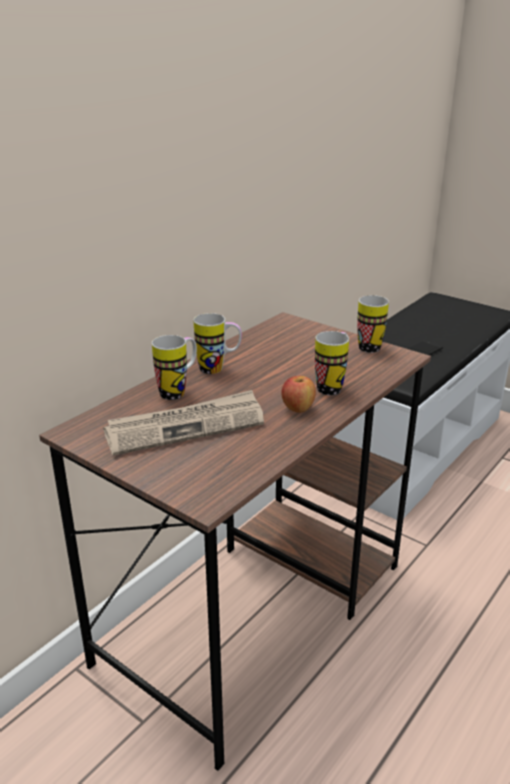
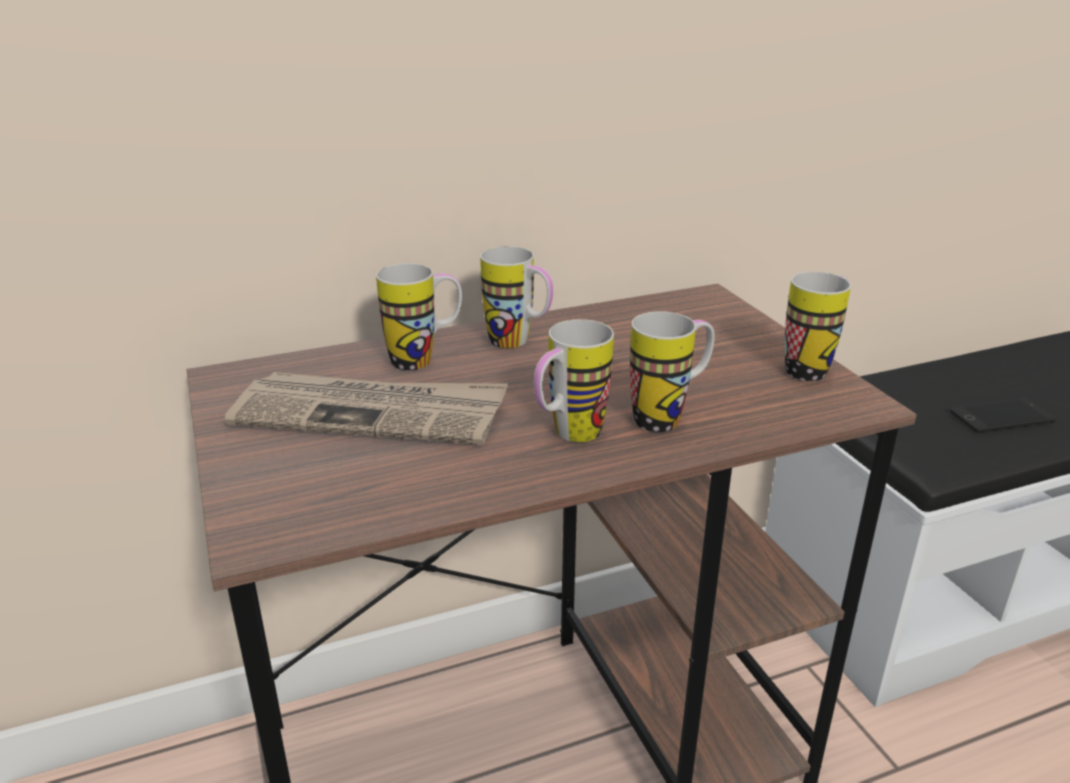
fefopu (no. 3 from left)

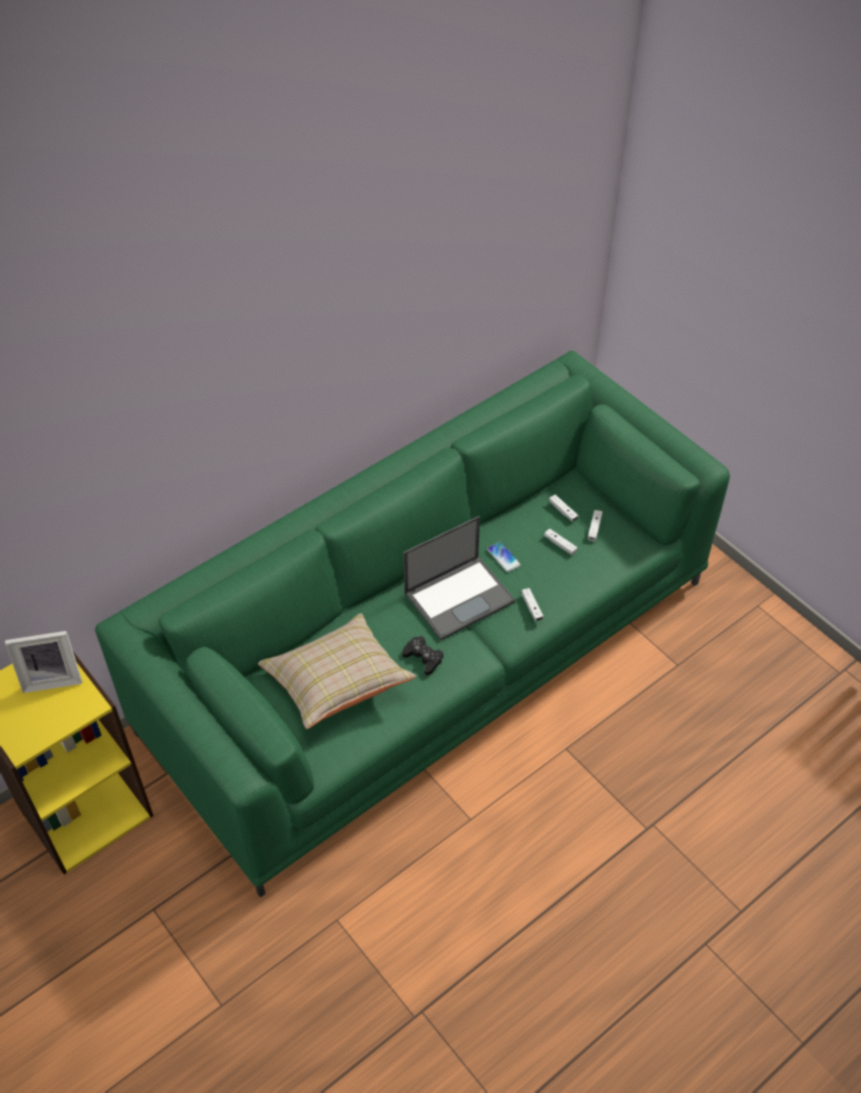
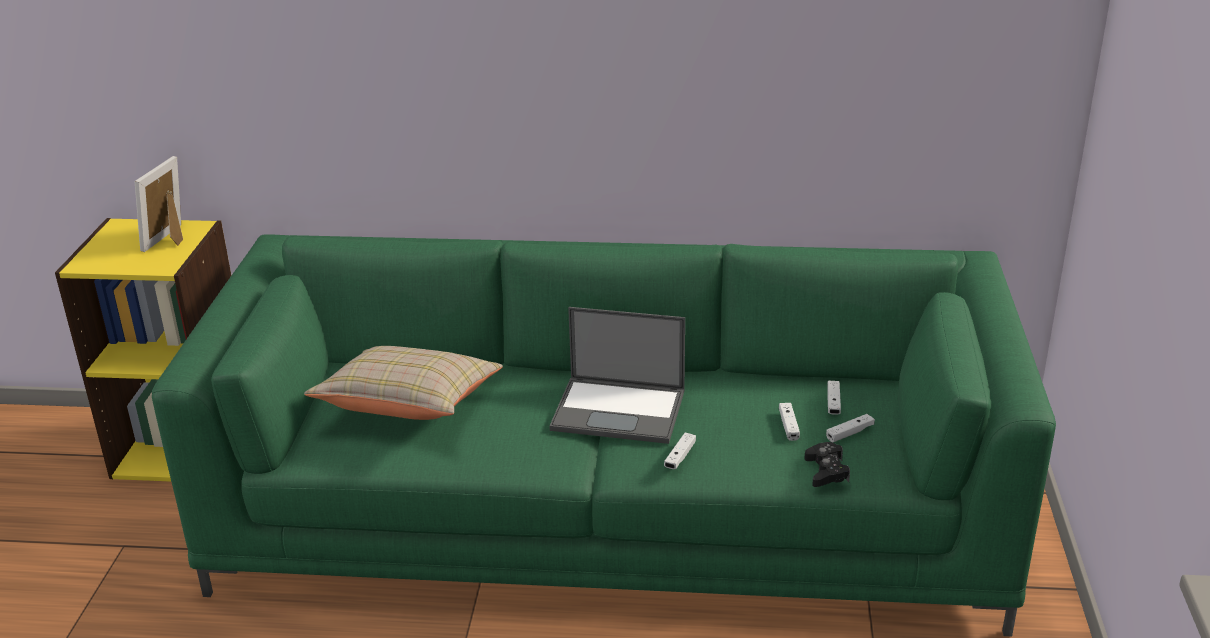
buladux; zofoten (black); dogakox

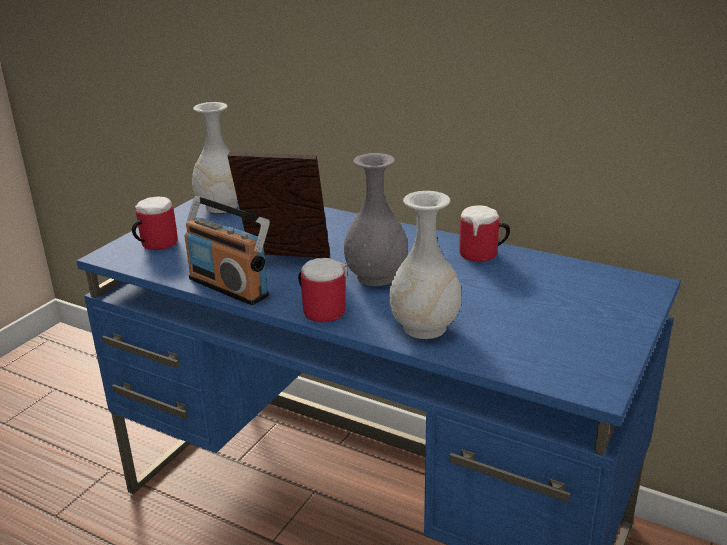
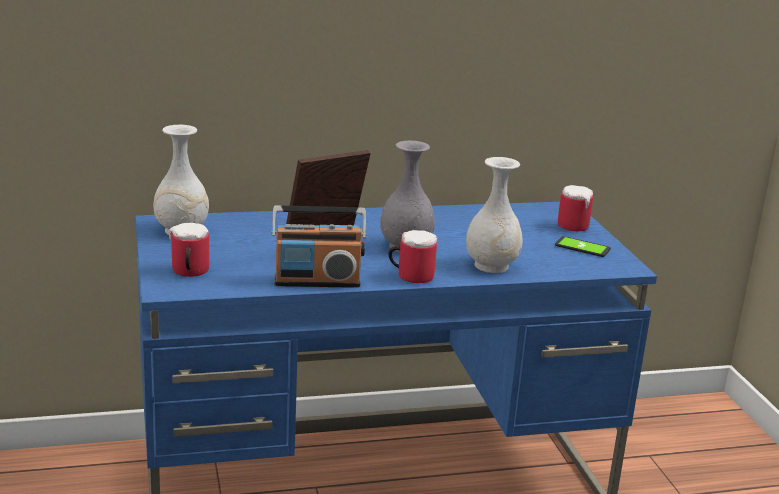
buladux; fefopu (no. 3 from left)

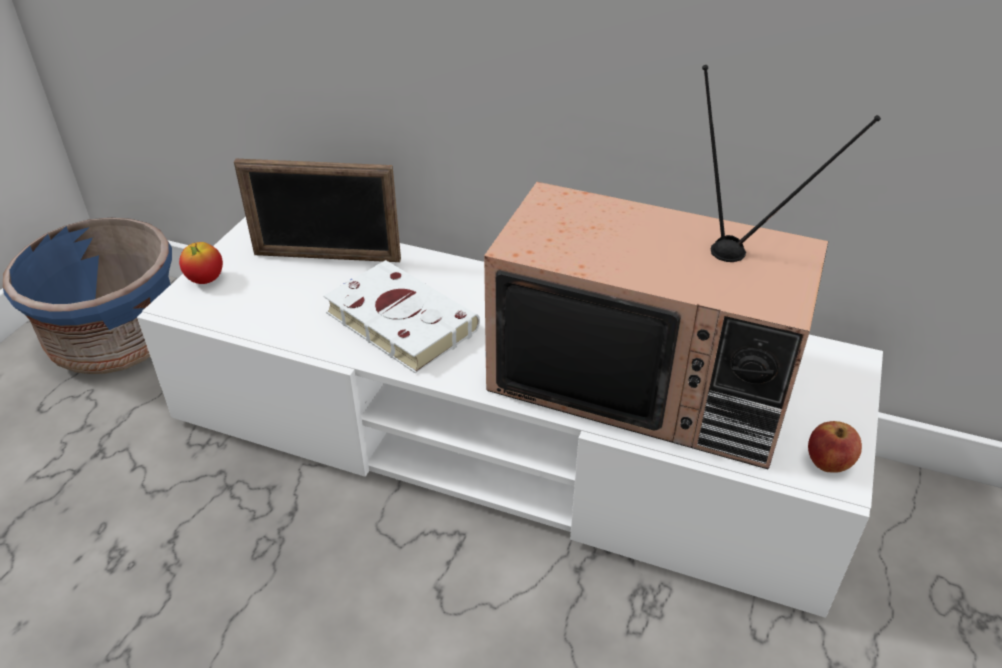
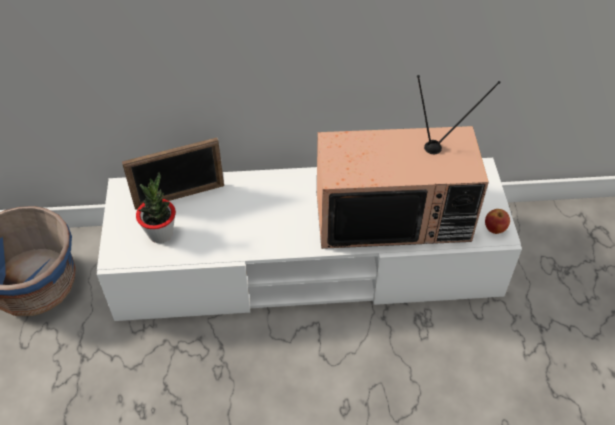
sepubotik (no. 1 from left in the first image); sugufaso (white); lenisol

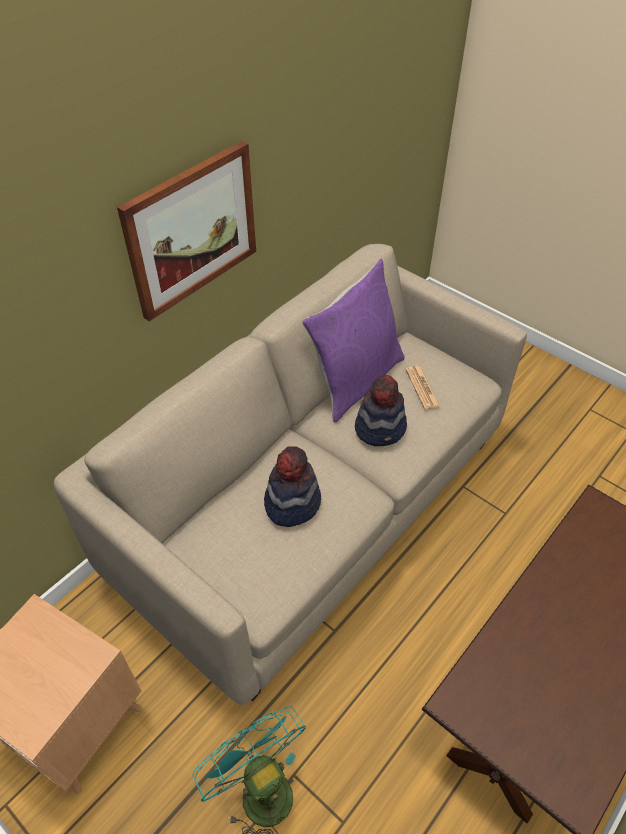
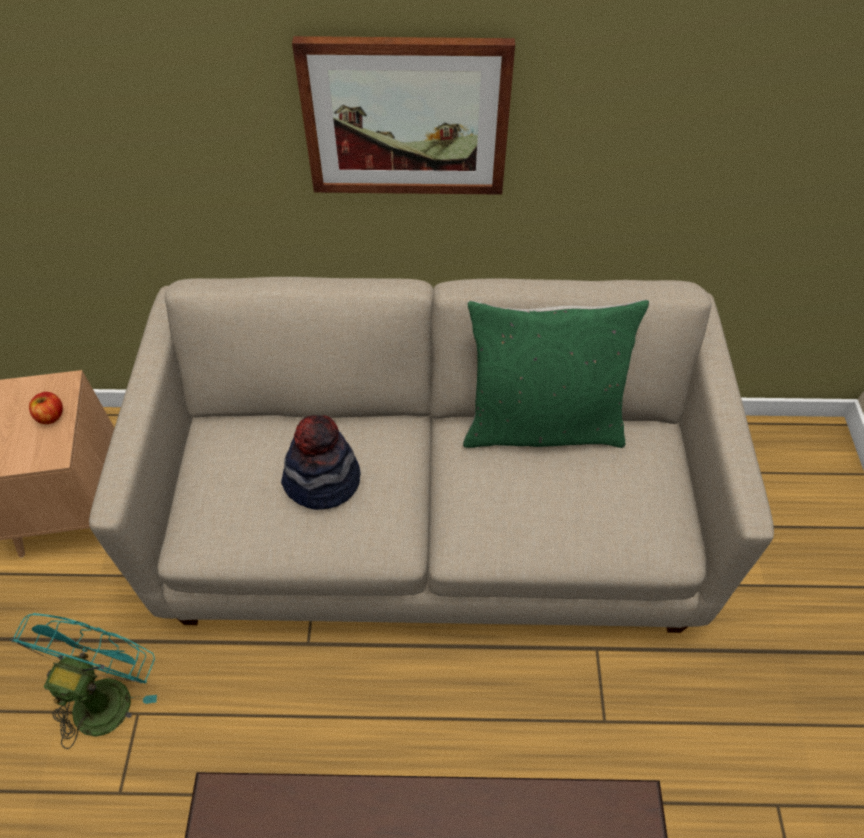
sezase (no. 2 from left in the first image); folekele; sepubotik; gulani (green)

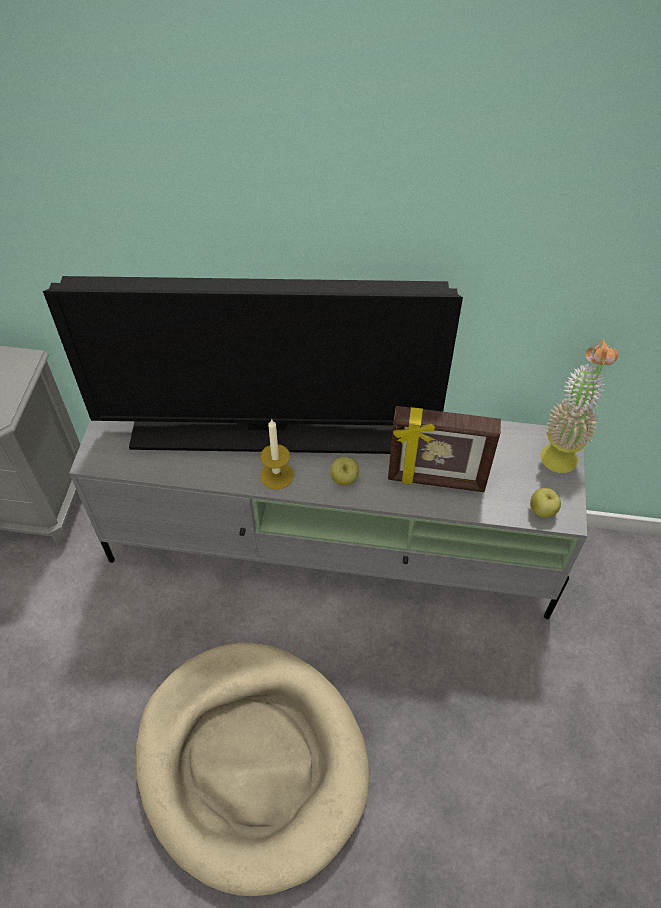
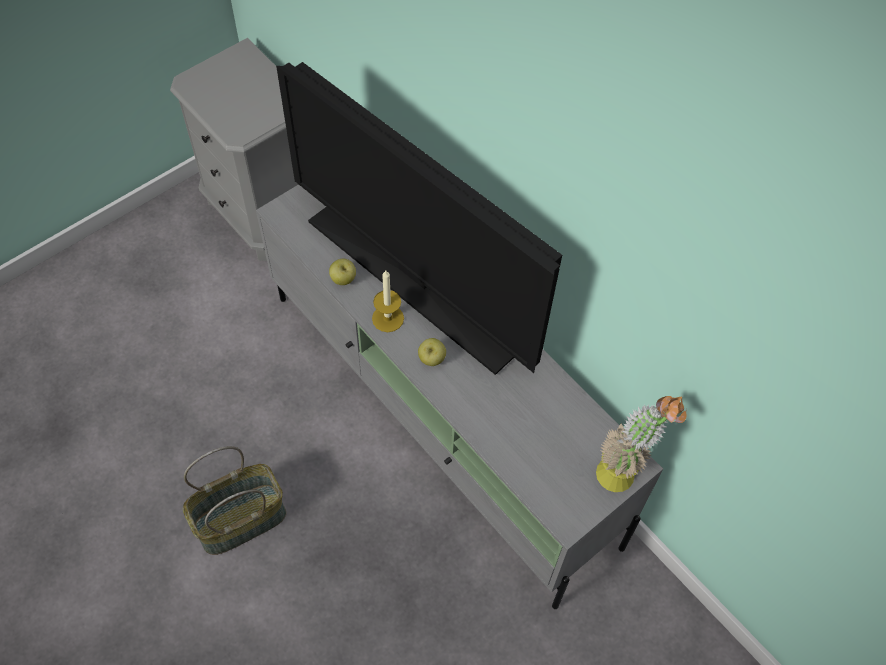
dogakox; sepubotik (no. 1 from left); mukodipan

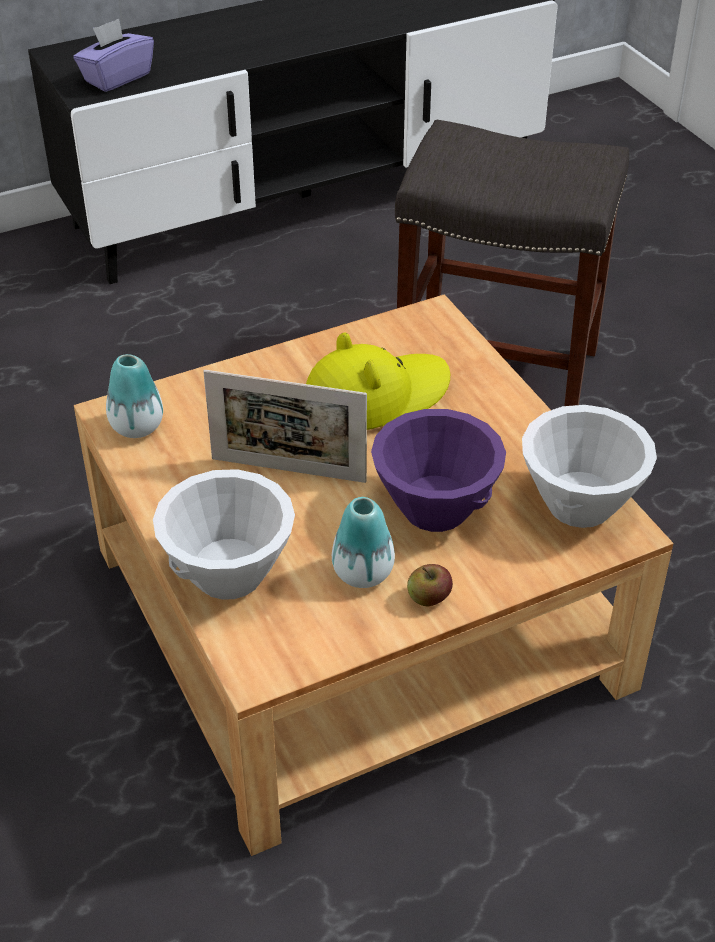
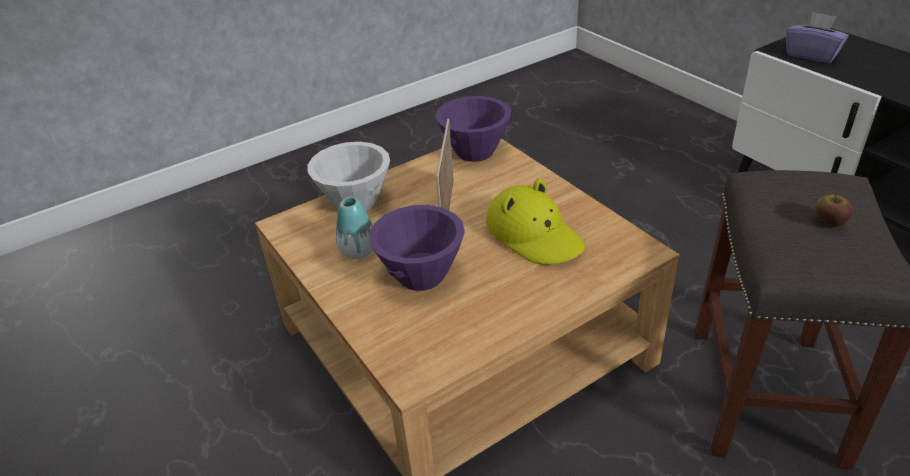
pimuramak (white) (no. 2 from left in the first image); sepubotik; pimuramak (purple) (no. 2 from left)

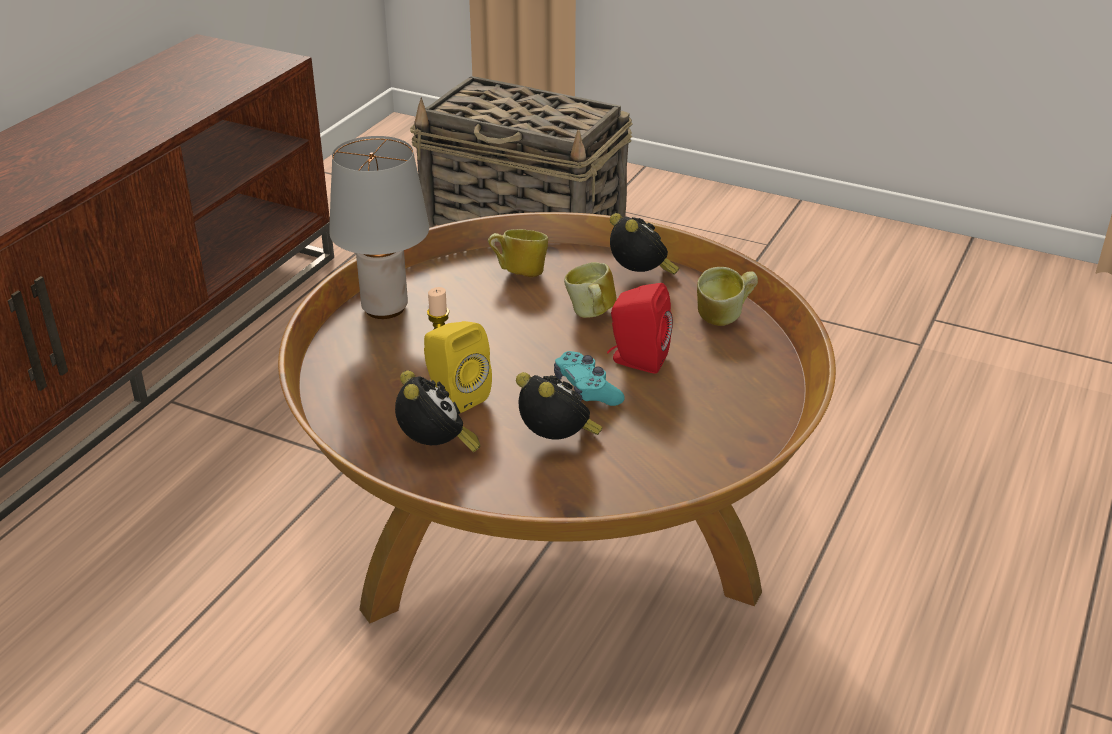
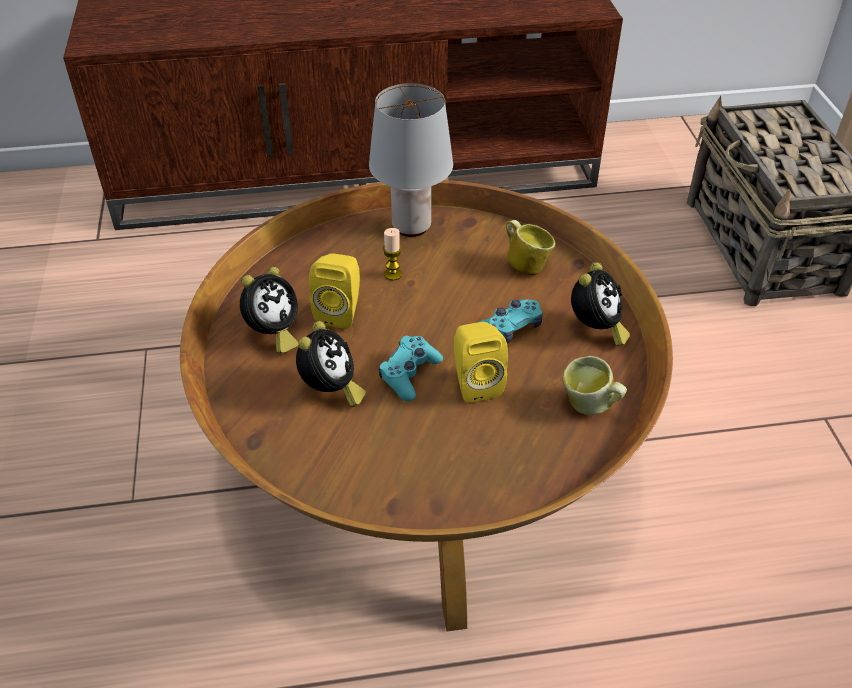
zofoten (turquoise) (no. 2 from left); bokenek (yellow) (no. 2 from left)

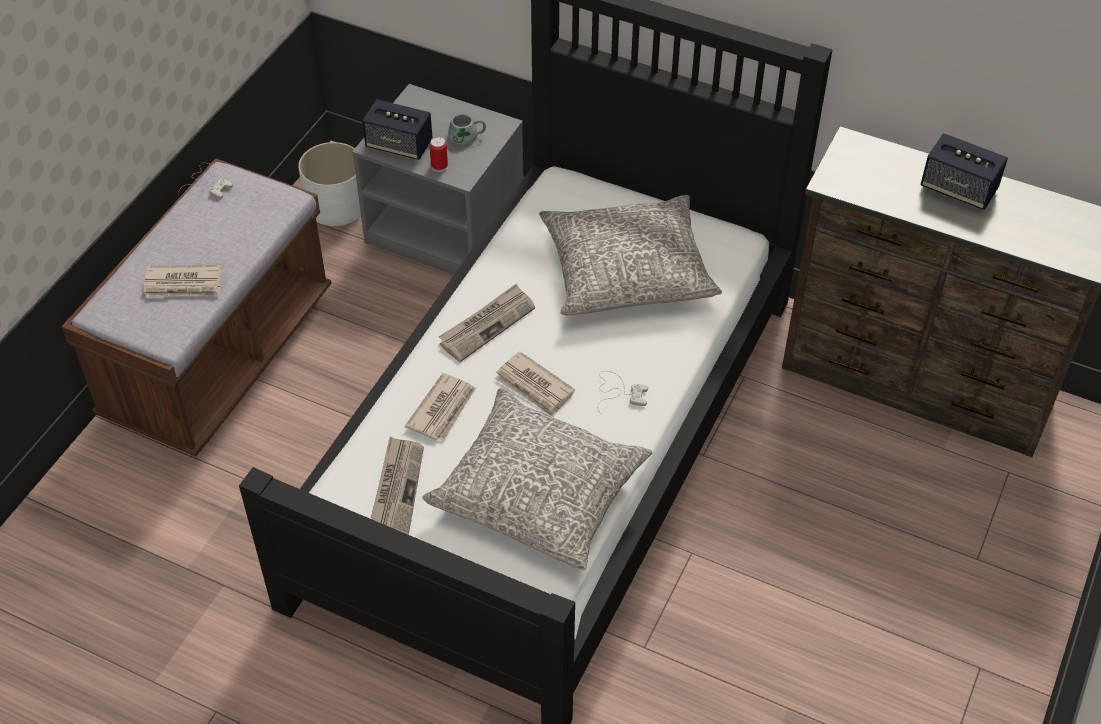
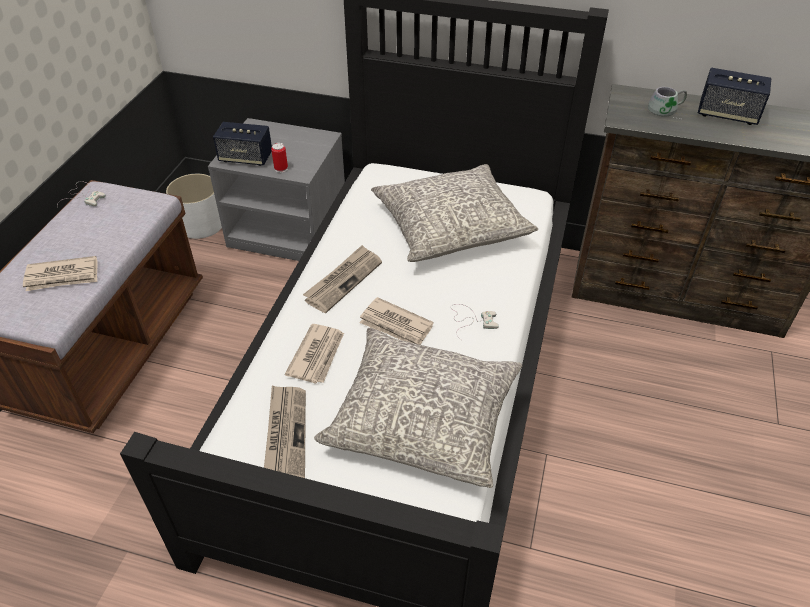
fefopu (grey)

